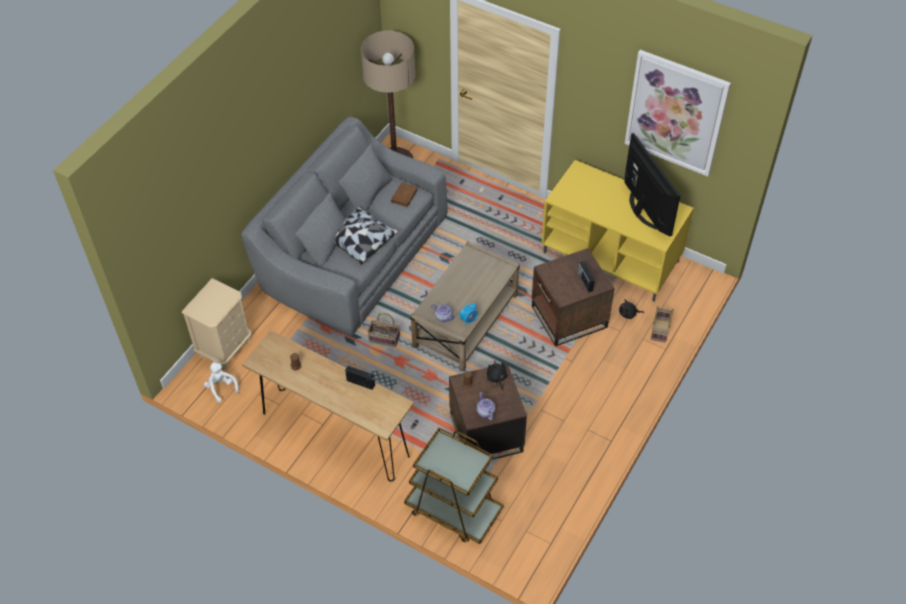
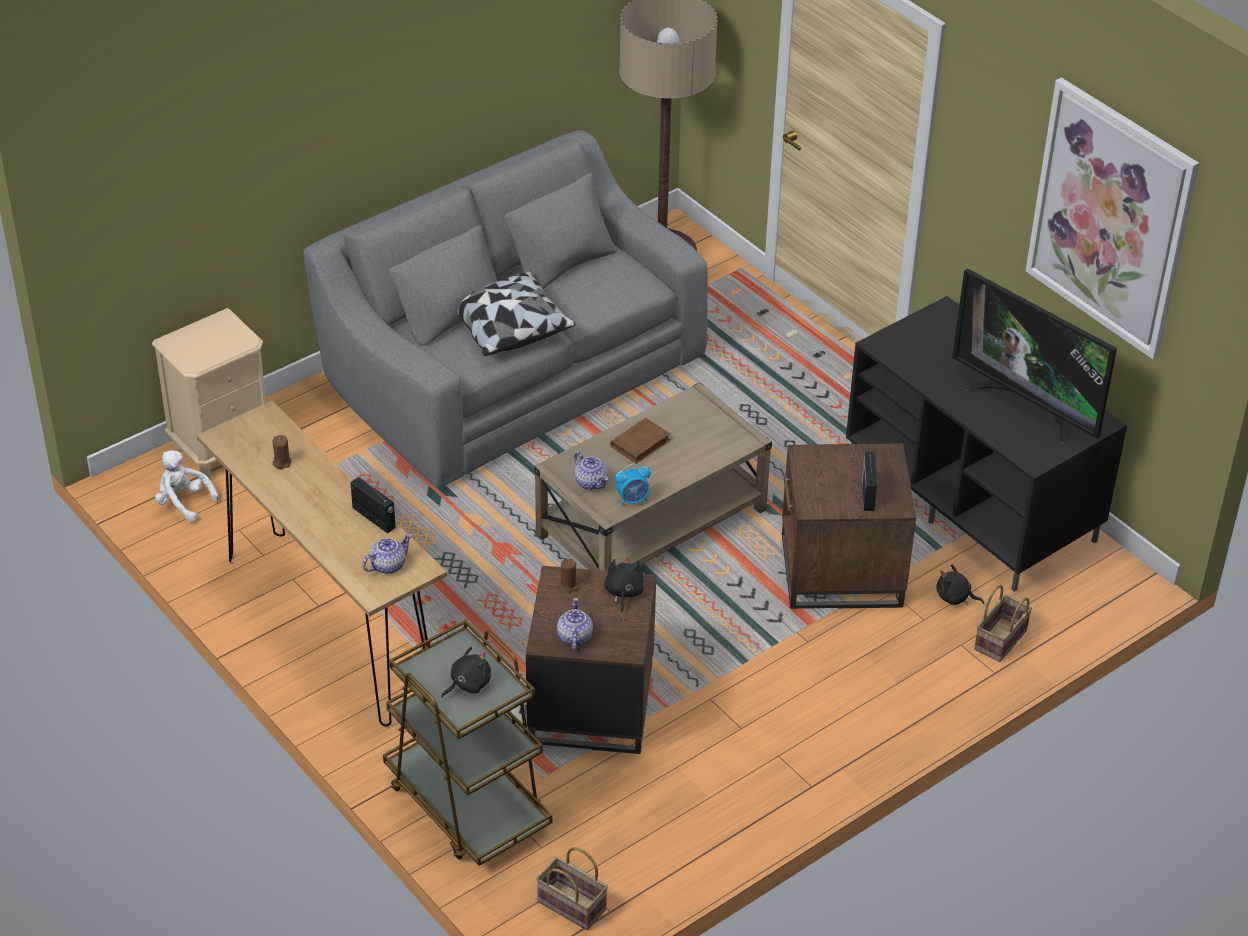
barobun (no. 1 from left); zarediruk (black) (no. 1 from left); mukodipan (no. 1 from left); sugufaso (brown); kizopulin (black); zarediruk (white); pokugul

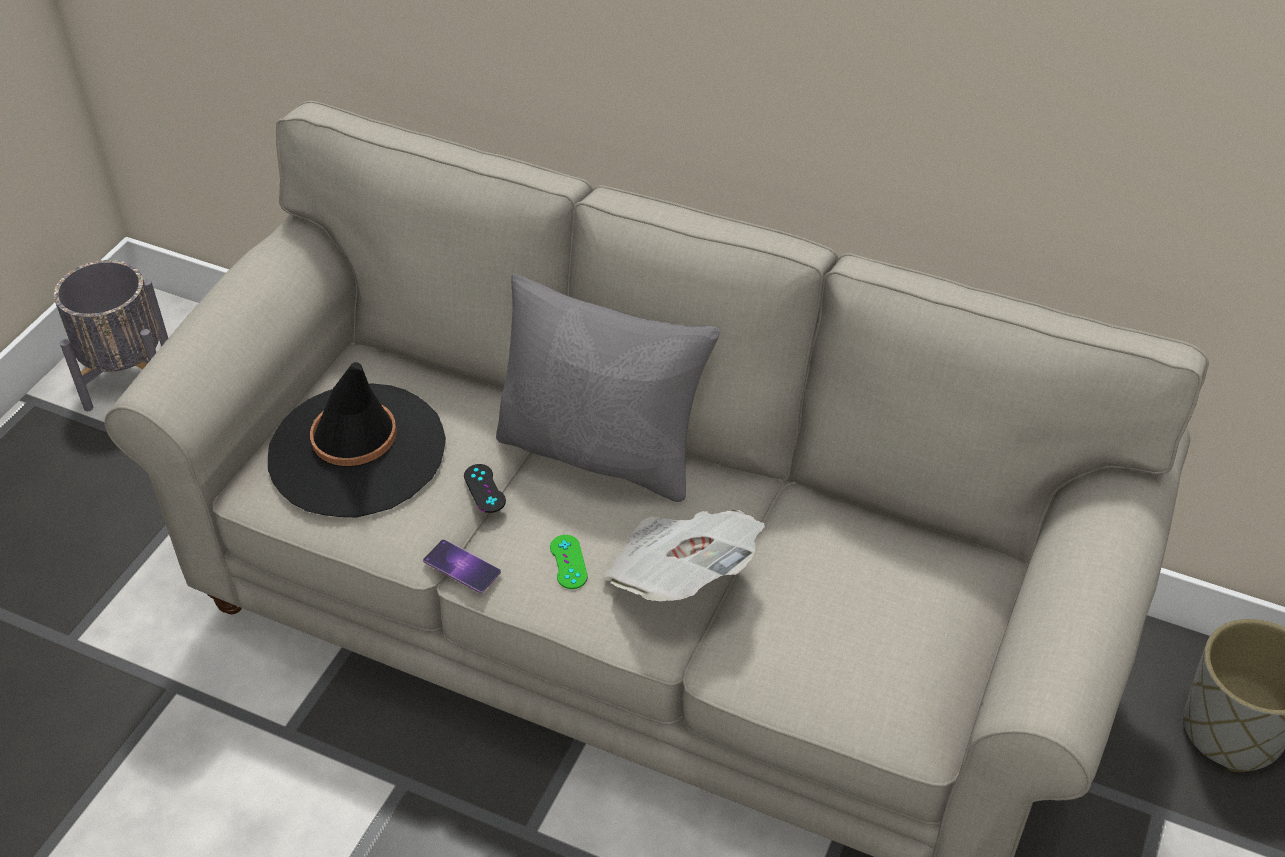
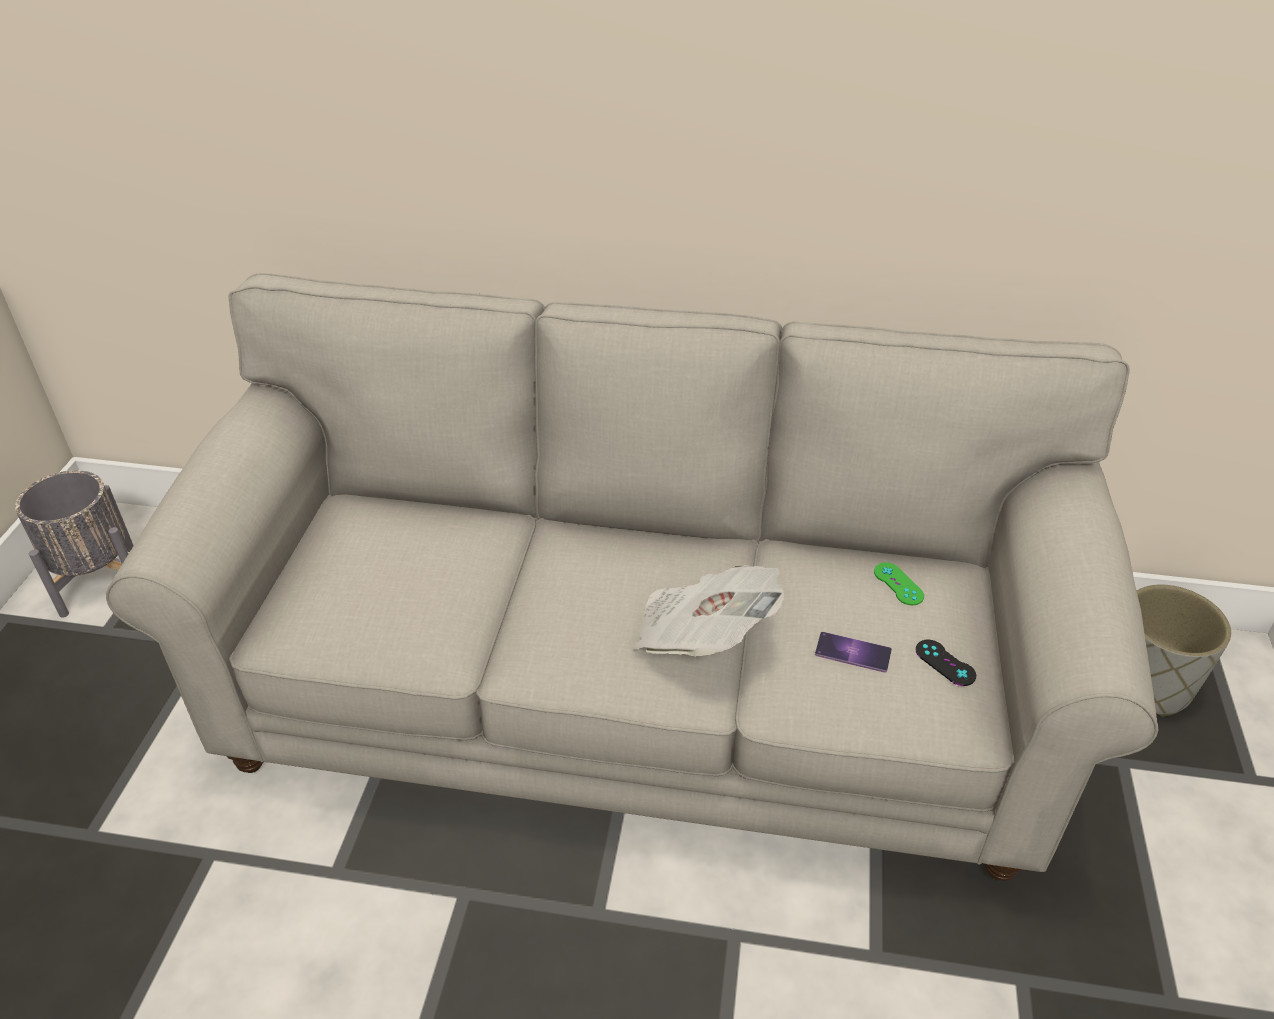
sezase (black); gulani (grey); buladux; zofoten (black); zofoten (green)

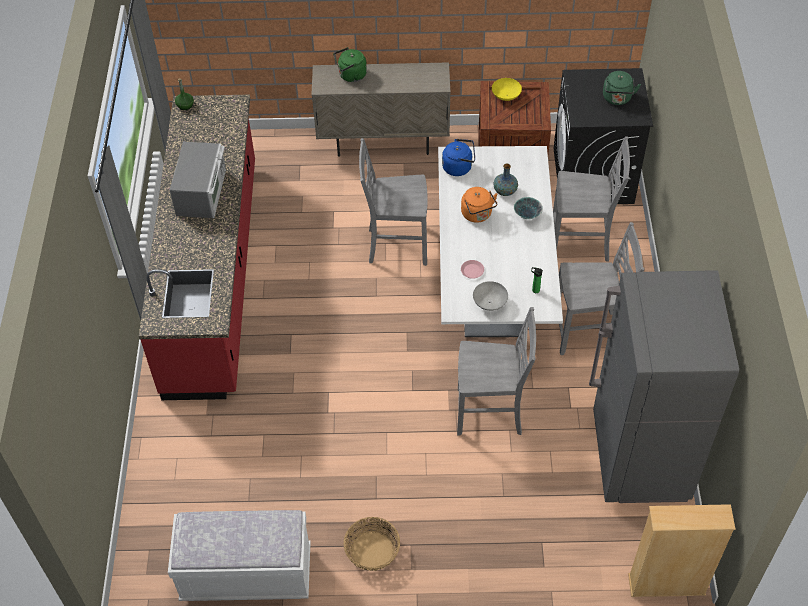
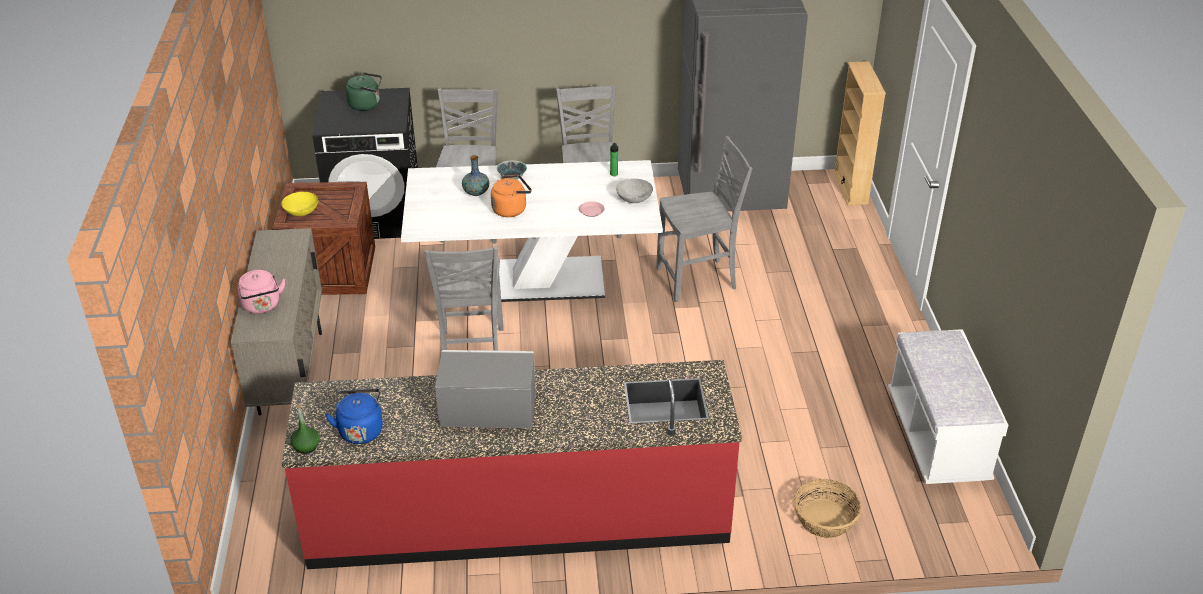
mukodipan; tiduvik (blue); tiduvik (pink); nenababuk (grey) (no. 4 from left)

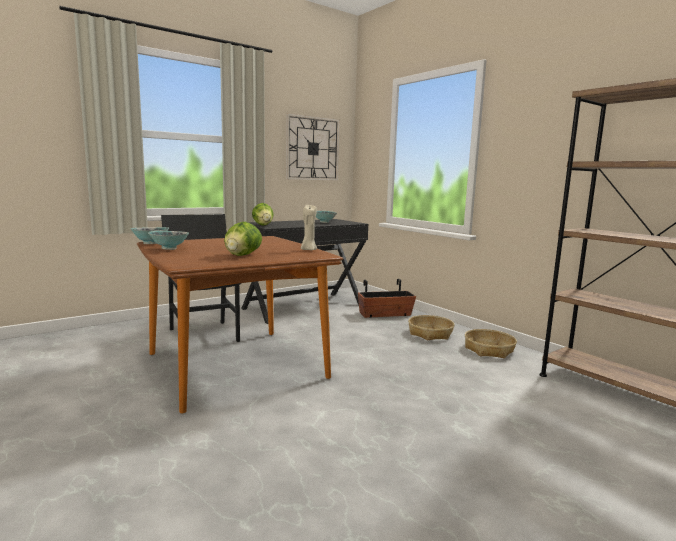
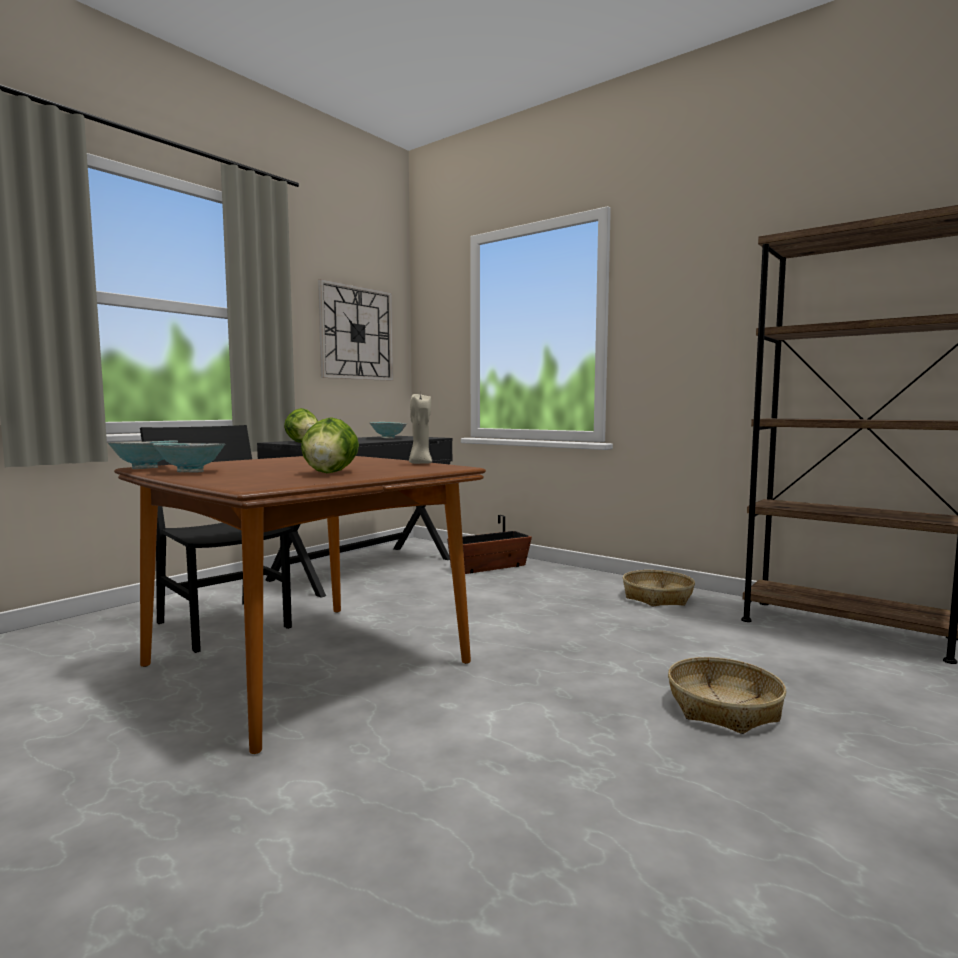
mukodipan (no. 2 from left)

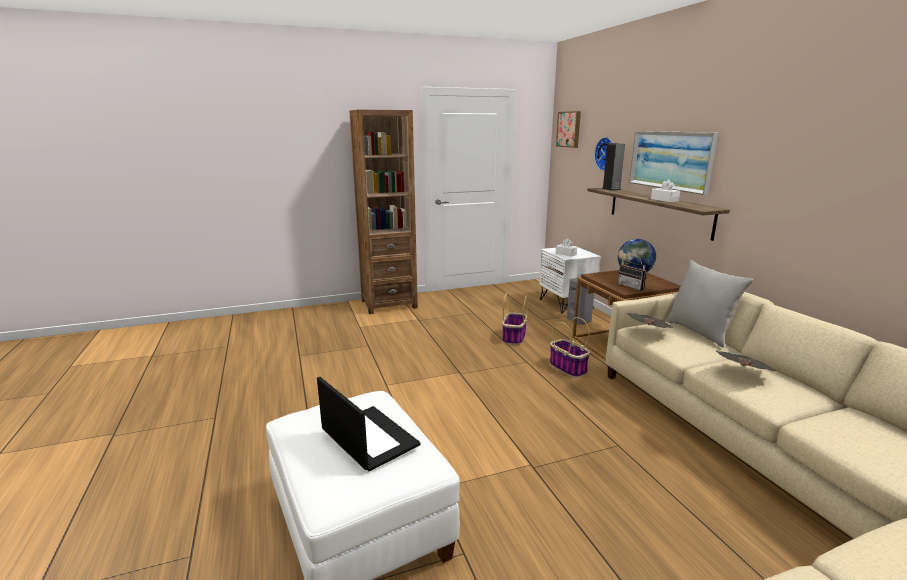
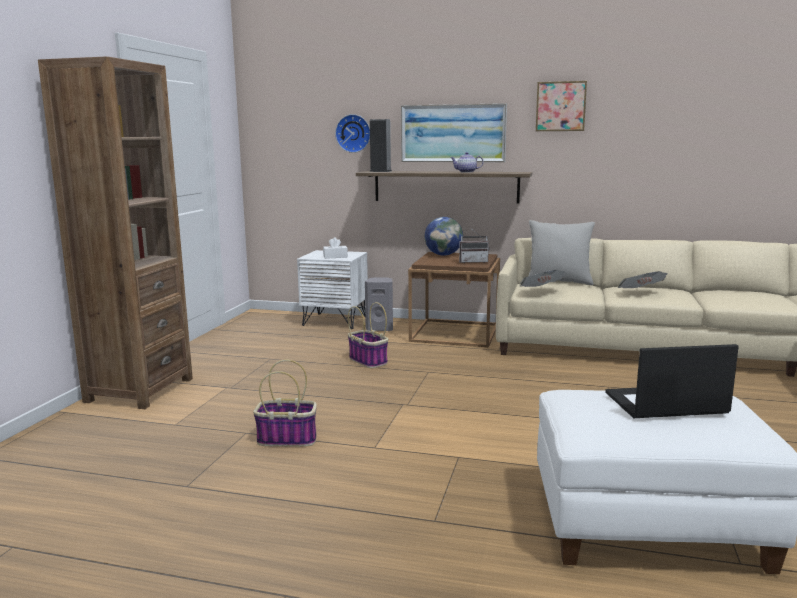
mukodipan (no. 1 from left); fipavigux (no. 2 from left); barobun

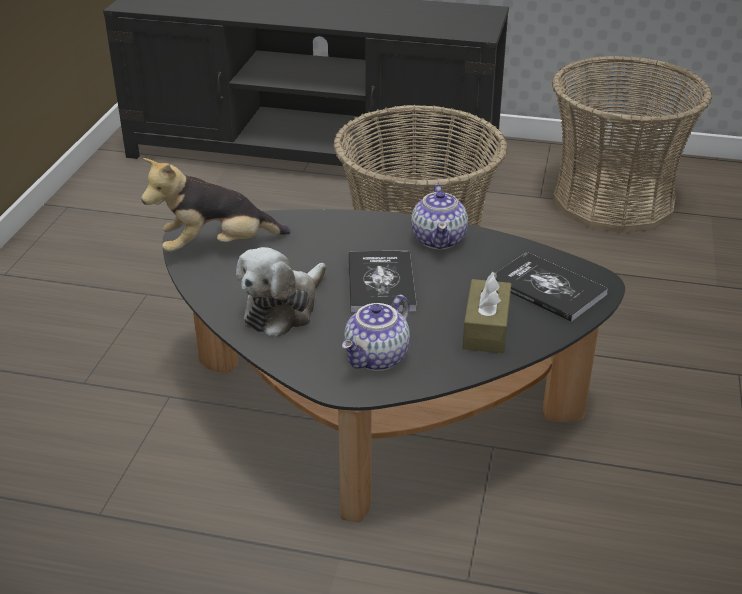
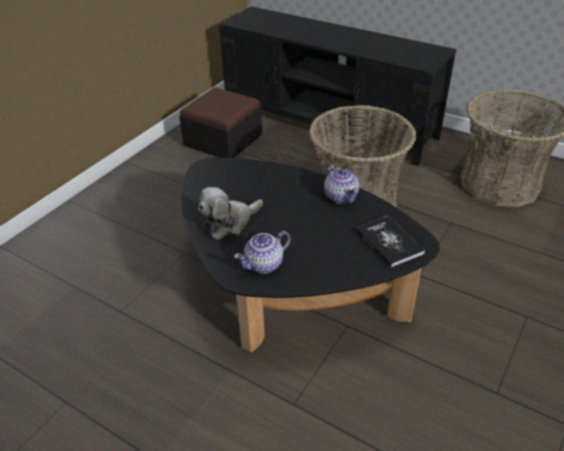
zarediruk (no. 1 from left in the first image); sugufaso (no. 1 from left in the first image); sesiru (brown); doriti; barobun (no. 2 from left)

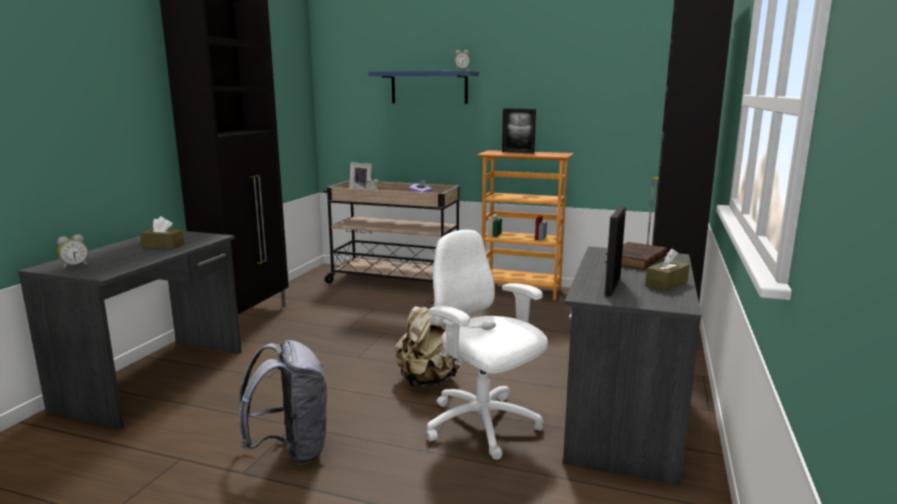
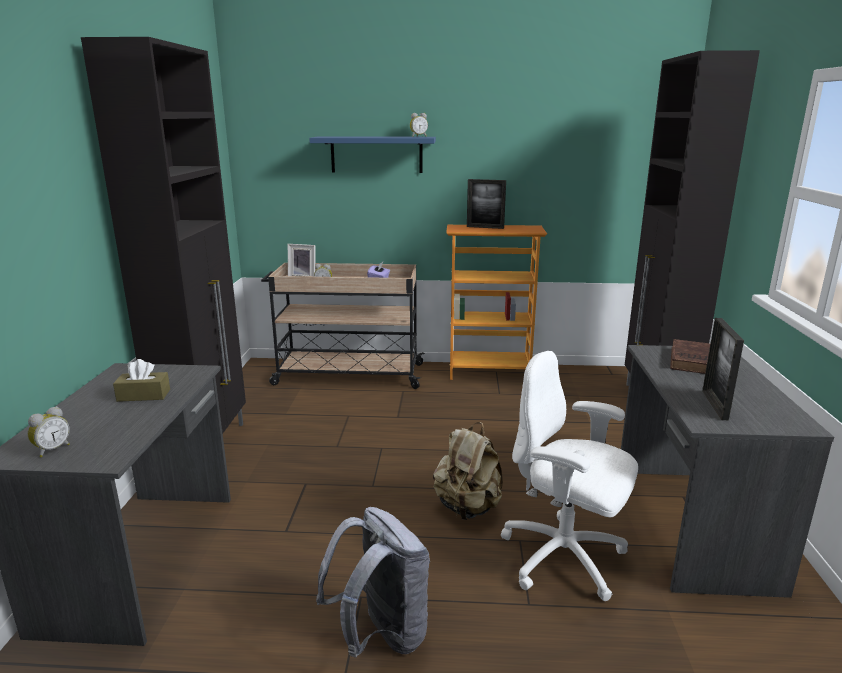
sesiru (brown) (no. 2 from left in the first image)

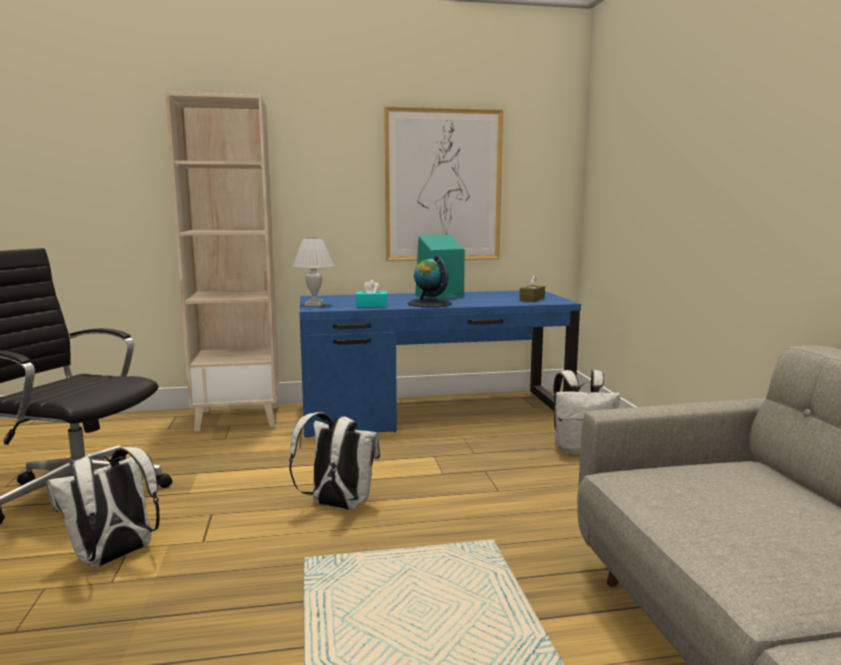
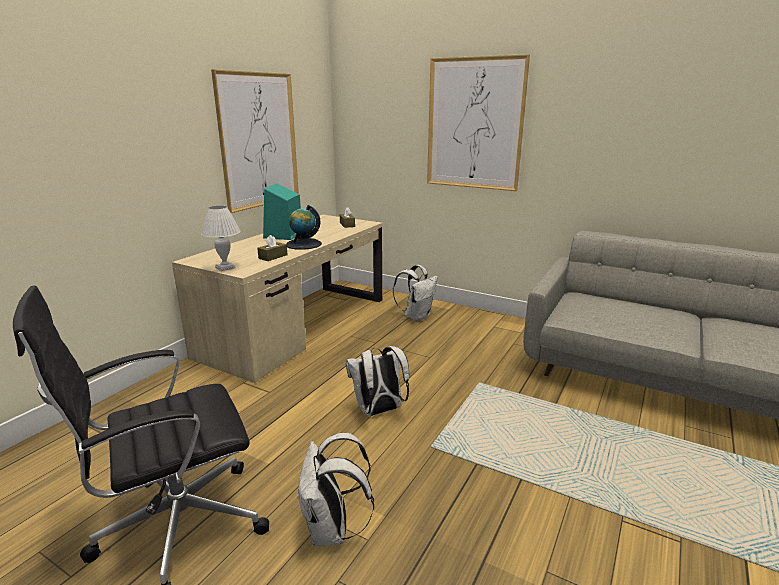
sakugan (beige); fipavigux (no. 2 from left); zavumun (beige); sesiru (brown) (no. 1 from left)

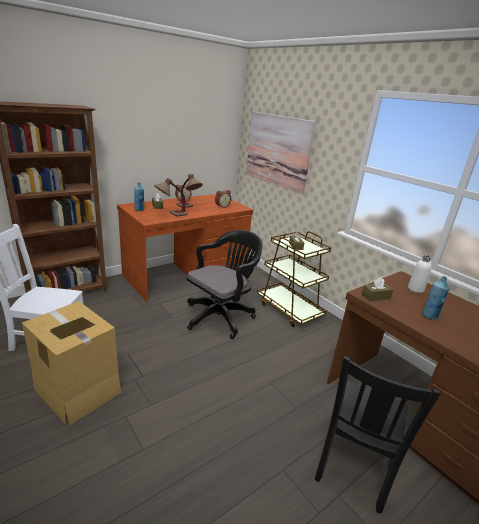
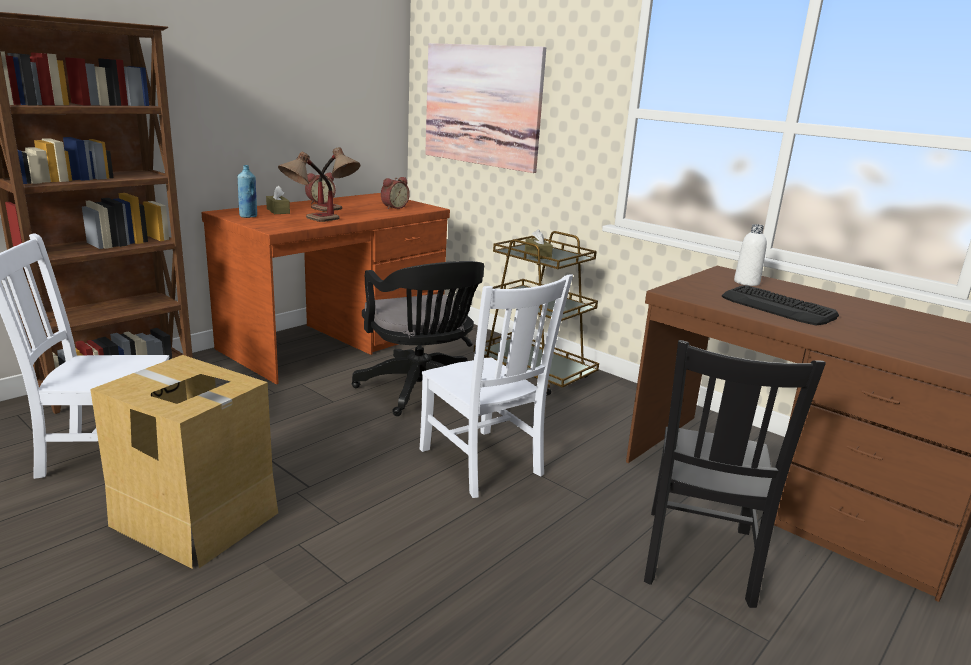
sesiru (brown) (no. 3 from left in the first image); nenababuk (white) (no. 2 from left); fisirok; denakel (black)

